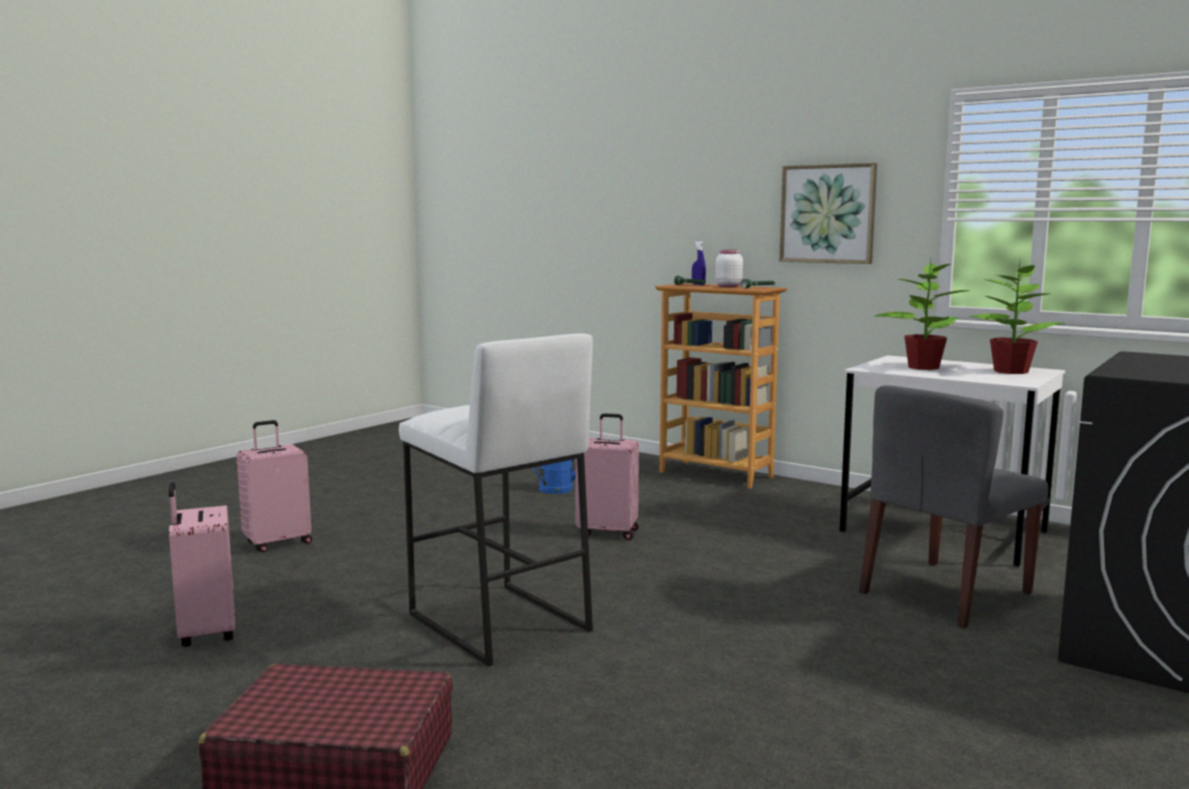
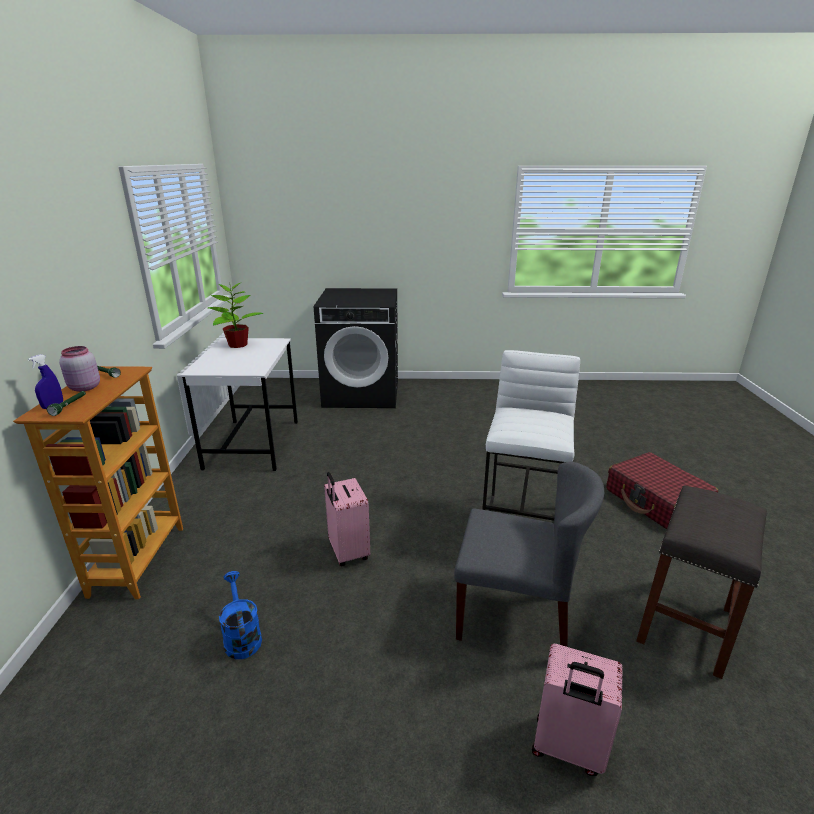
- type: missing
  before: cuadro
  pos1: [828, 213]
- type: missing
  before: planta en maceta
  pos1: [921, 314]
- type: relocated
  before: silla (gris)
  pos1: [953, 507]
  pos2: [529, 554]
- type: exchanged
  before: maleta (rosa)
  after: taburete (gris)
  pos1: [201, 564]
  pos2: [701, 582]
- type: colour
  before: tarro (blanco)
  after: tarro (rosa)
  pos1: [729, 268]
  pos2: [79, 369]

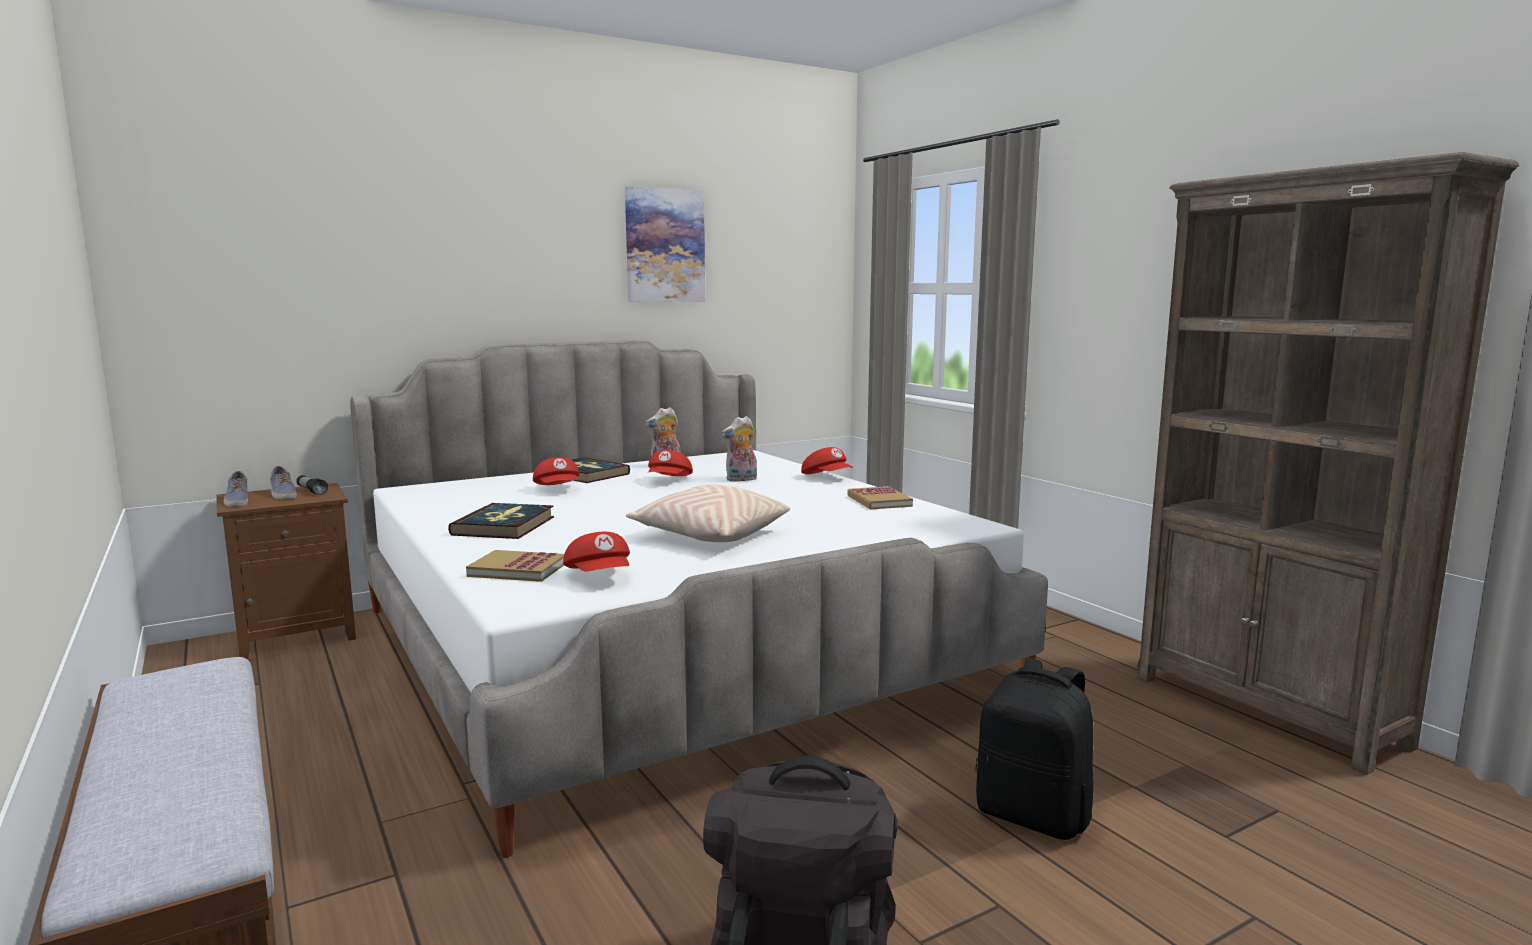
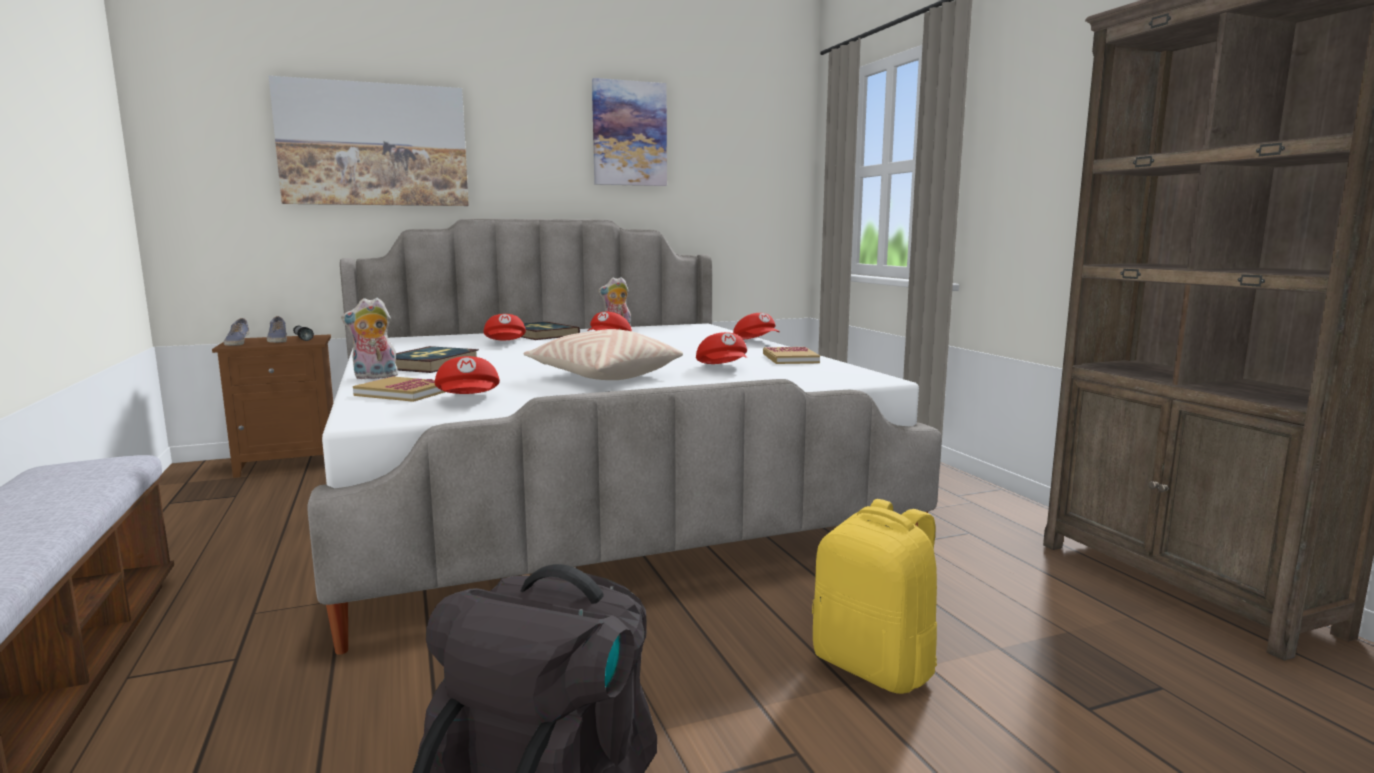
- type: appeared
  after: cuadro
  pos2: [369, 141]
- type: appeared
  after: gorra (rojo)
  pos2: [721, 348]
- type: relocated
  before: peluche
  pos1: [739, 449]
  pos2: [369, 338]
- type: colour
  before: mochila (negro)
  after: mochila (amarillo)
  pos1: [1035, 749]
  pos2: [874, 596]

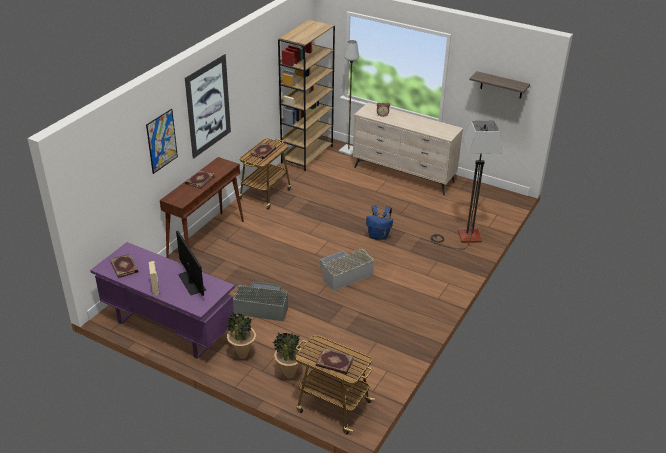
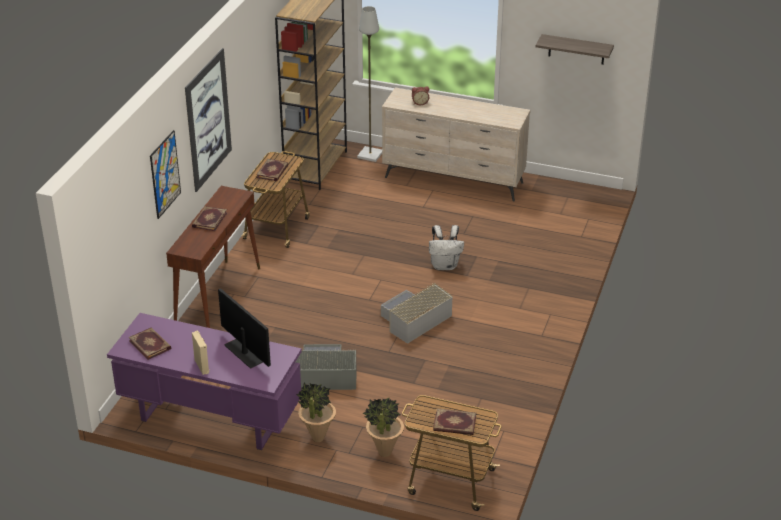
- type: missing
  before: lámpara de pie
  pos1: [466, 184]
- type: colour
  before: mochila (azul)
  after: mochila (blanco)
  pos1: [379, 222]
  pos2: [446, 247]

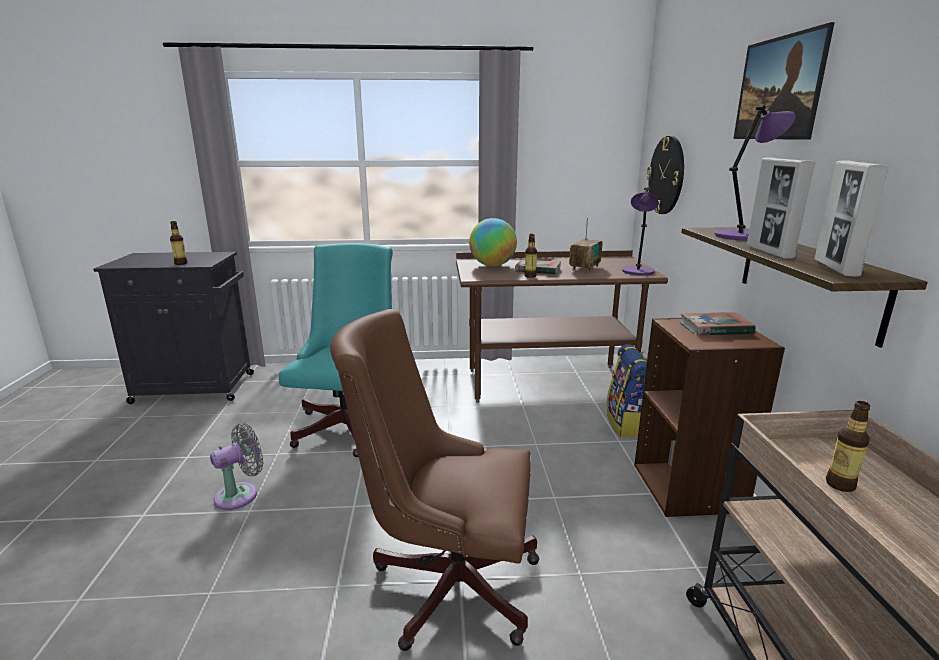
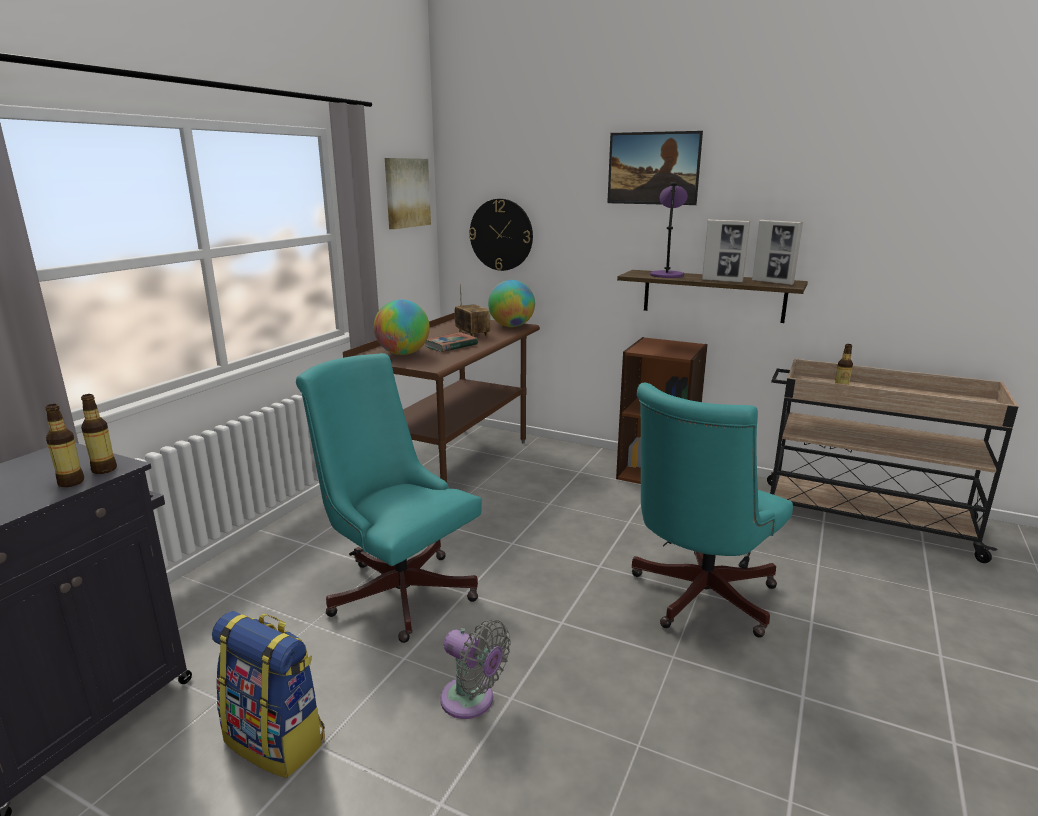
- type: missing
  before: libro
  pos1: [718, 323]
- type: appeared
  after: cuadro
  pos2: [408, 193]
- type: relocated
  before: botella
  pos1: [530, 256]
  pos2: [99, 434]
- type: relocated
  before: mochila
  pos1: [627, 390]
  pos2: [268, 694]
- type: exchanged
  before: lámpara de mesa (morado)
  after: globo terráqueo
  pos1: [640, 231]
  pos2: [511, 303]
- type: colour
  before: silla de oficina (marrón)
  after: silla de oficina (turquesa)
  pos1: [434, 480]
  pos2: [712, 510]
- type: spun
  before: ventilador (gris)
  pos1: [237, 466]
  pos2: [475, 669]
  turn: 135

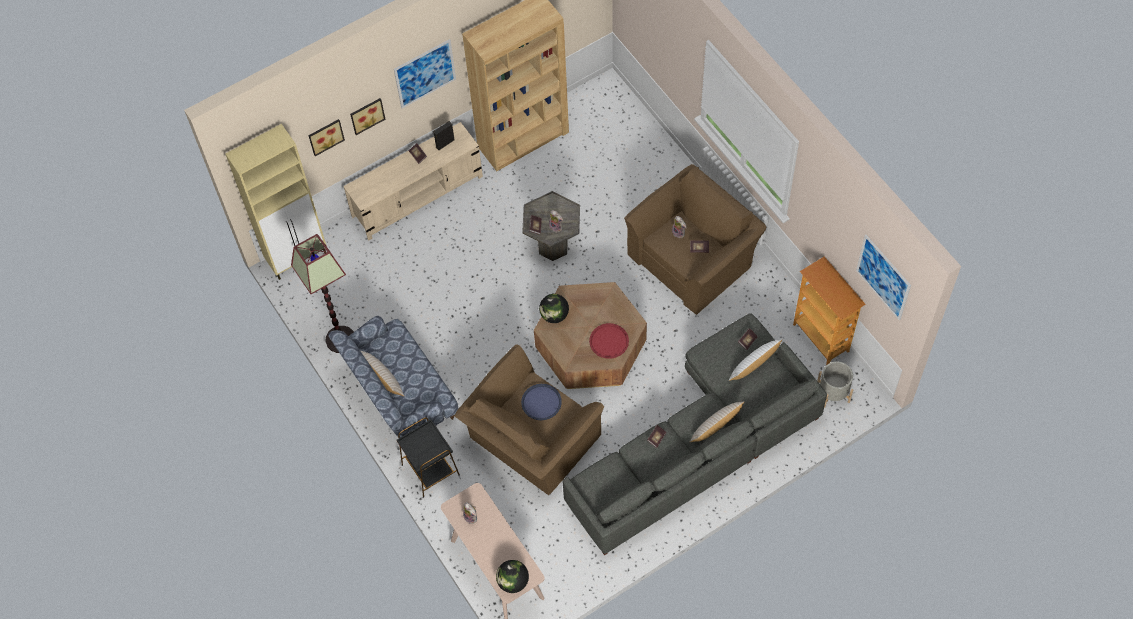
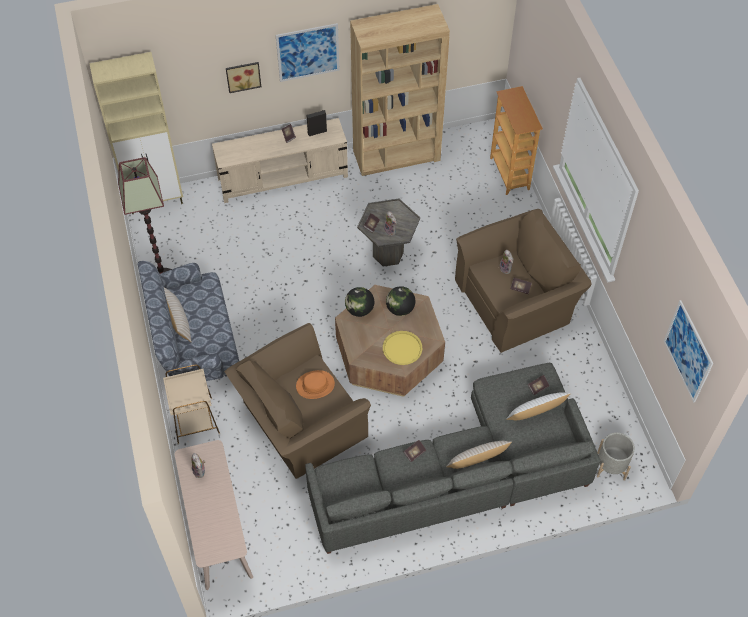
- type: missing
  before: cuadro
  pos1: [326, 137]
- type: relocated
  before: globo terráqueo
  pos1: [512, 576]
  pos2: [400, 301]
- type: relocated
  before: estantería
  pos1: [829, 311]
  pos2: [516, 140]
- type: exchanged
  before: bandeja (azul)
  after: sombrero (naranja)
  pos1: [541, 402]
  pos2: [315, 384]
- type: colour
  before: mesa auxiliar (negro)
  after: mesa auxiliar (beis)
  pos1: [428, 457]
  pos2: [191, 404]
- type: colour
  before: bandeja (rojo)
  after: bandeja (amarillo)
  pos1: [609, 341]
  pos2: [402, 348]

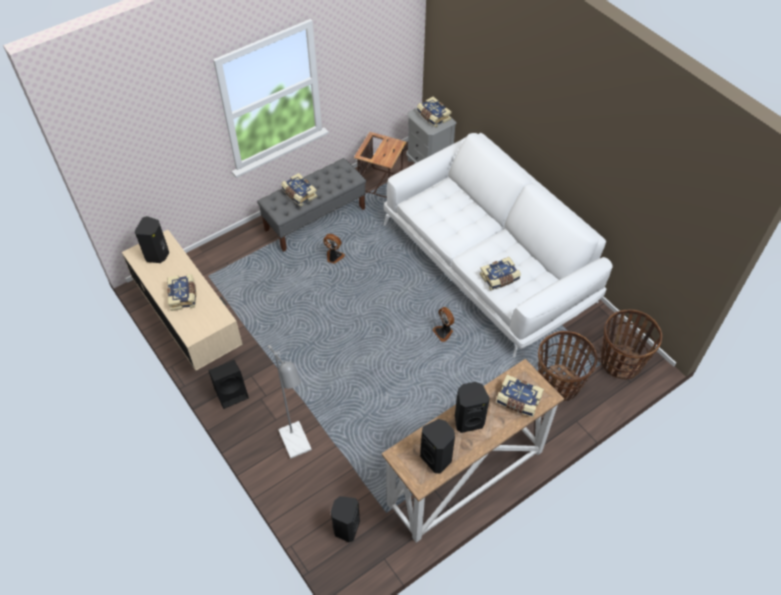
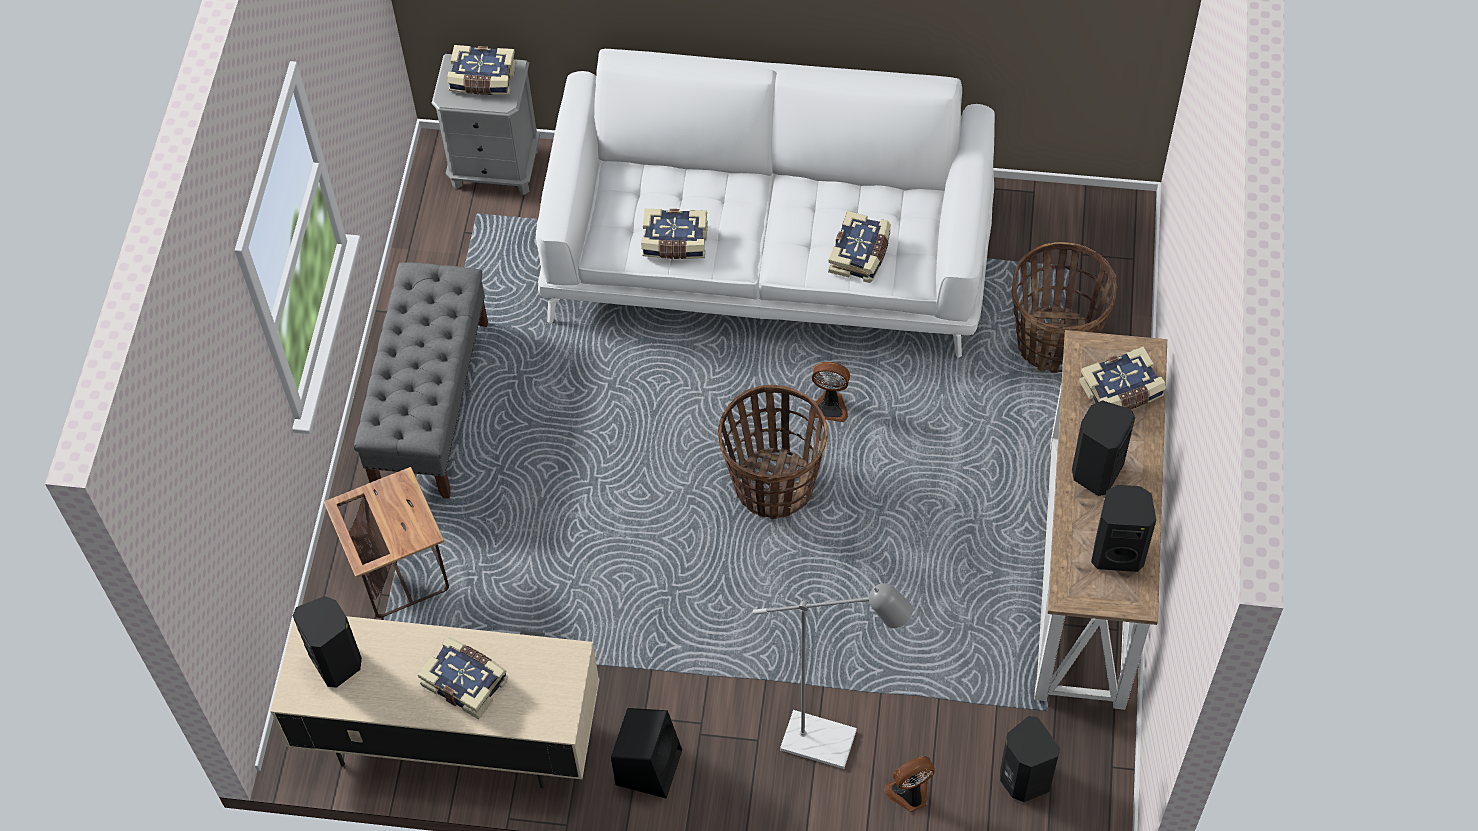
- type: relocated
  before: libro
  pos1: [299, 189]
  pos2: [674, 234]
- type: relocated
  before: ventilador
  pos1: [334, 249]
  pos2: [910, 784]
- type: relocated
  before: mesa auxiliar
  pos1: [380, 165]
  pos2: [386, 542]
- type: relocated
  before: cesta
  pos1: [631, 344]
  pos2: [773, 452]

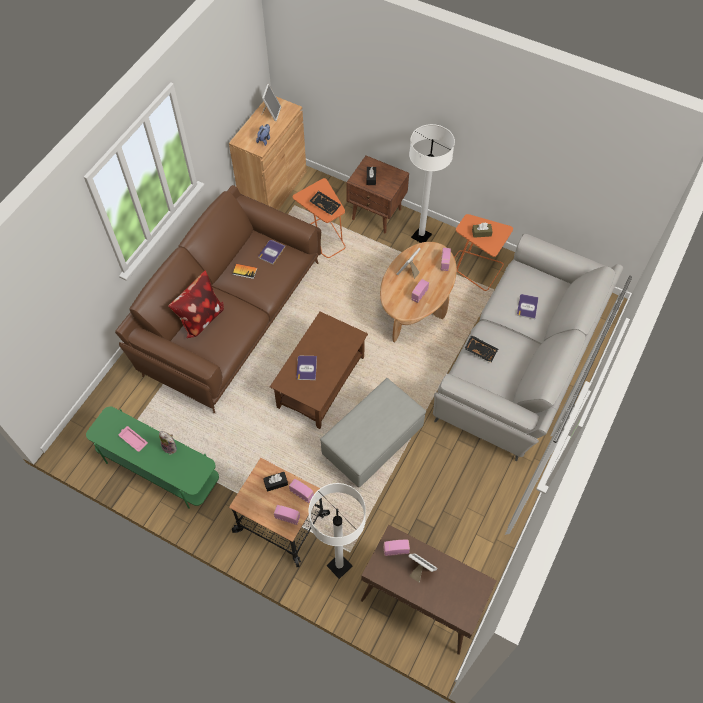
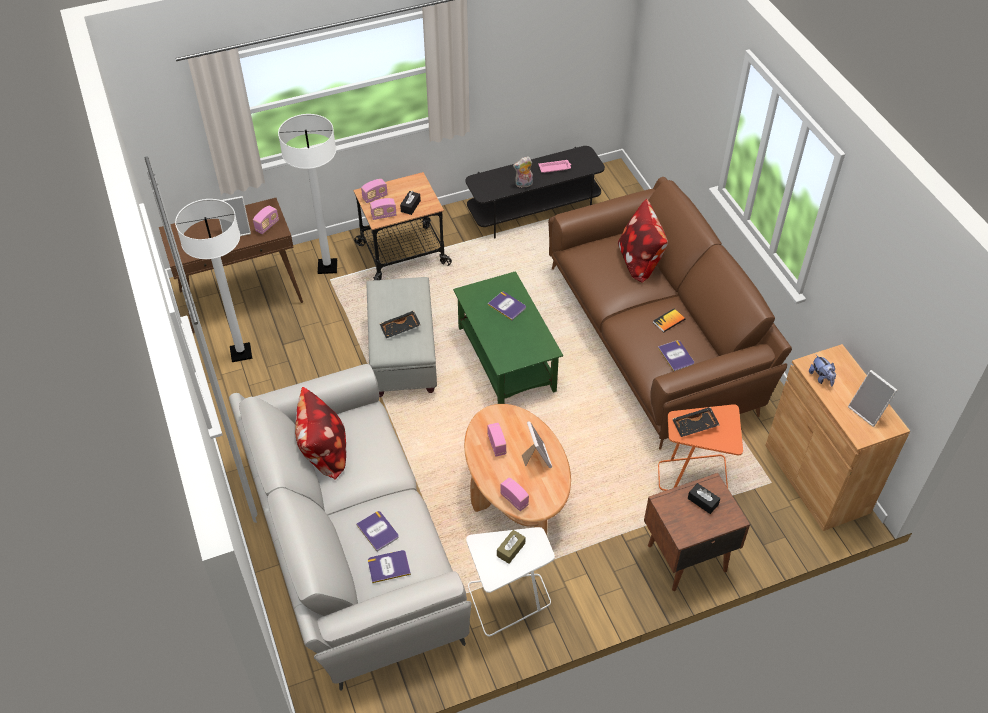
- type: appeared
  after: cojín
  pos2: [320, 433]
- type: appeared
  after: libro
  pos2: [389, 566]
- type: relocated
  before: lámpara de pie (blanco)
  pos1: [432, 183]
  pos2: [213, 280]
- type: relocated
  before: bandeja (negro)
  pos1: [481, 349]
  pos2: [400, 324]
- type: colour
  before: mueble de televisión (verde)
  after: mueble de televisión (negro)
  pos1: [152, 458]
  pos2: [535, 192]
- type: colour
  before: mesa de centro (marrón)
  after: mesa de centro (verde)
  pos1: [319, 370]
  pos2: [508, 337]
- type: colour
  before: mesa auxiliar (naranja)
  after: mesa auxiliar (blanco)
  pos1: [483, 252]
  pos2: [510, 581]

